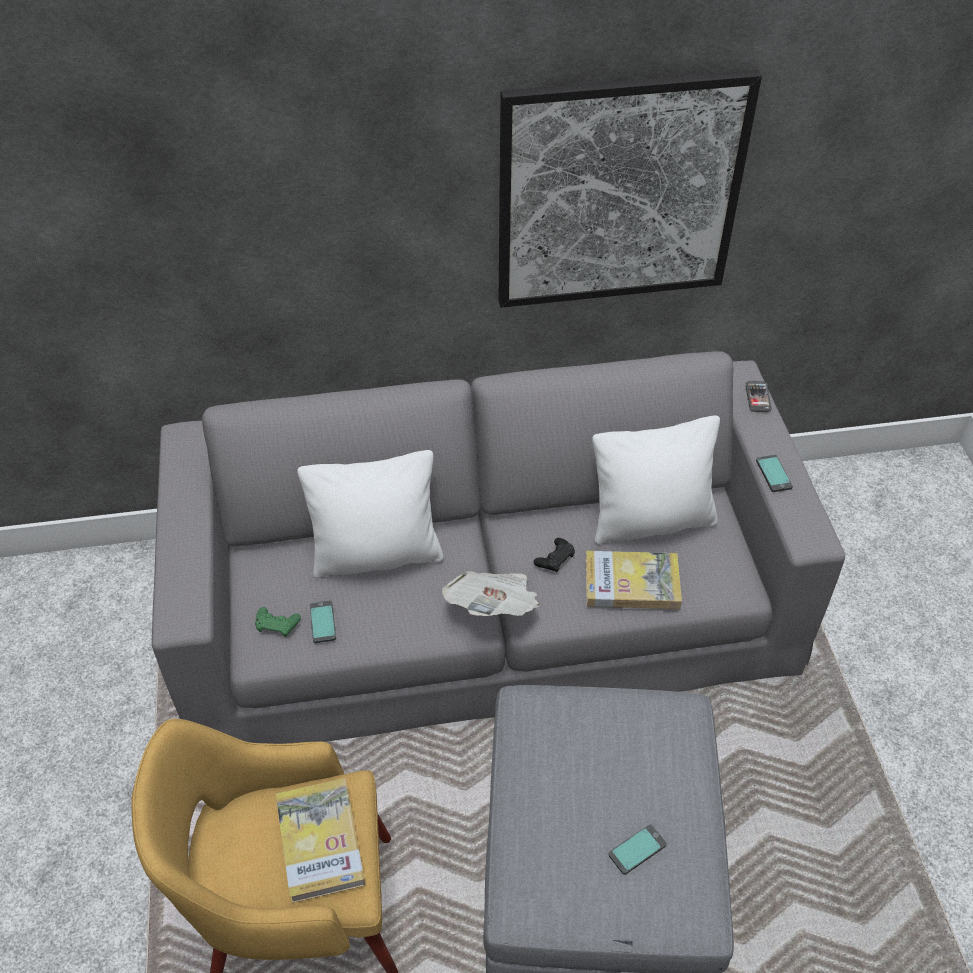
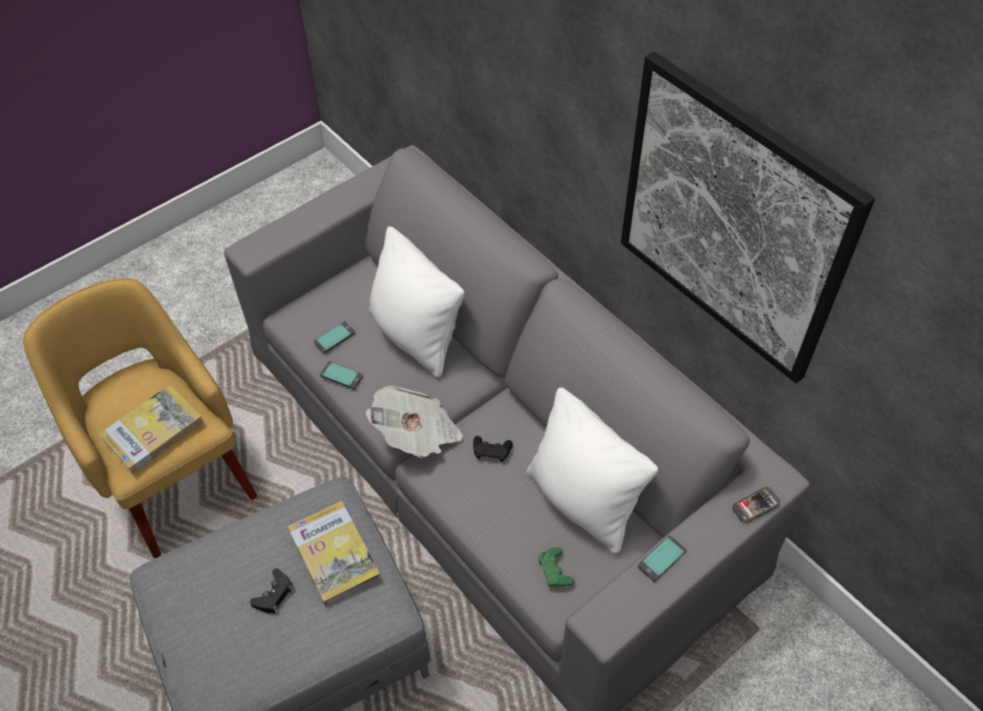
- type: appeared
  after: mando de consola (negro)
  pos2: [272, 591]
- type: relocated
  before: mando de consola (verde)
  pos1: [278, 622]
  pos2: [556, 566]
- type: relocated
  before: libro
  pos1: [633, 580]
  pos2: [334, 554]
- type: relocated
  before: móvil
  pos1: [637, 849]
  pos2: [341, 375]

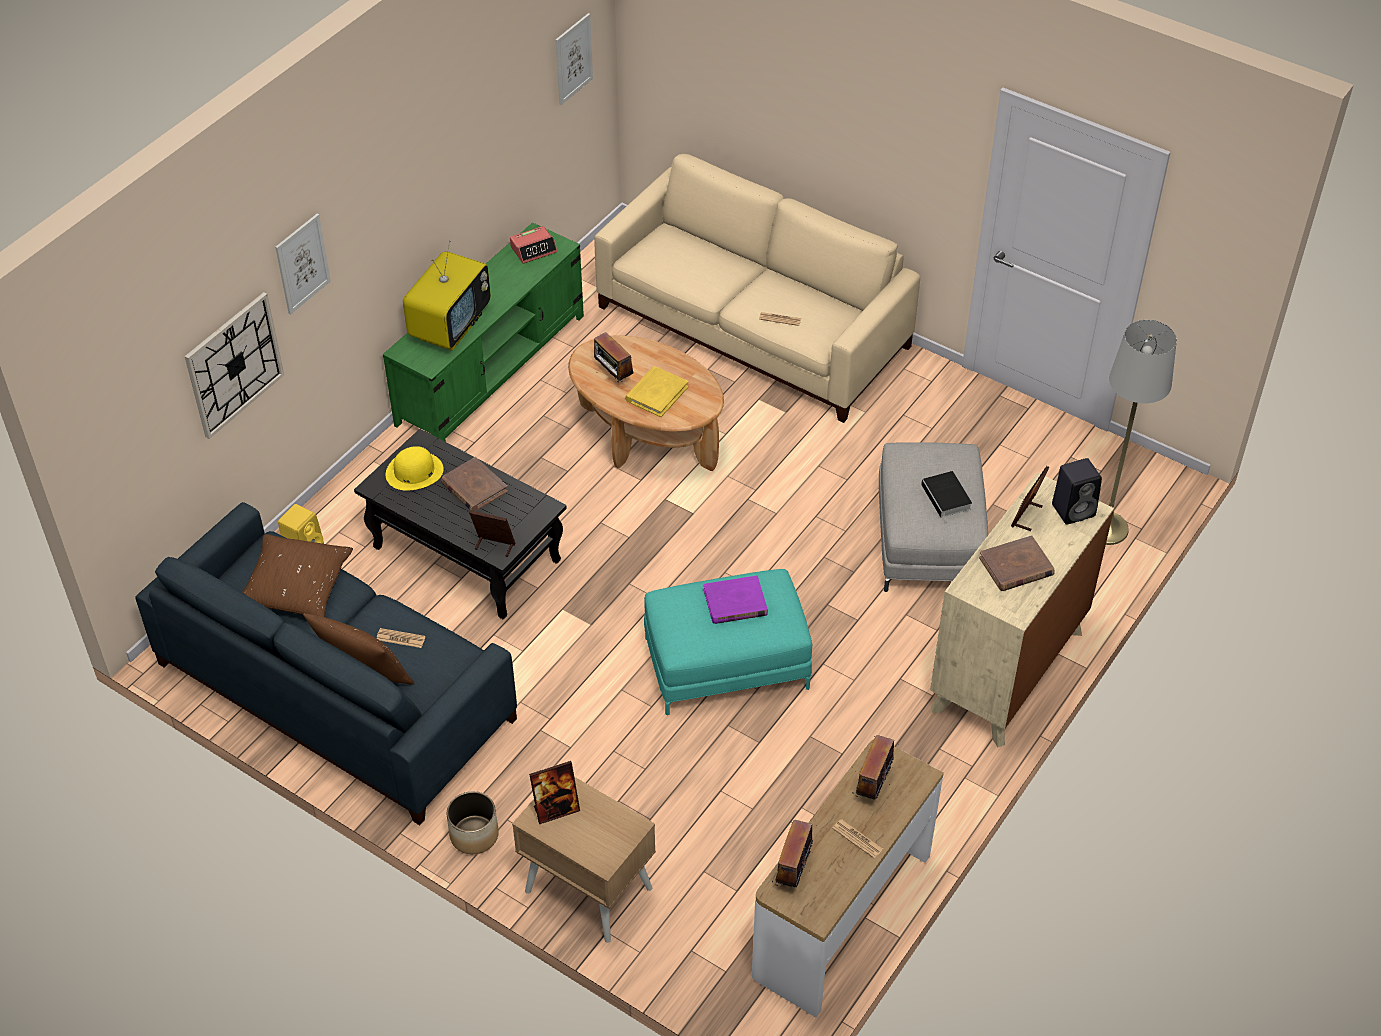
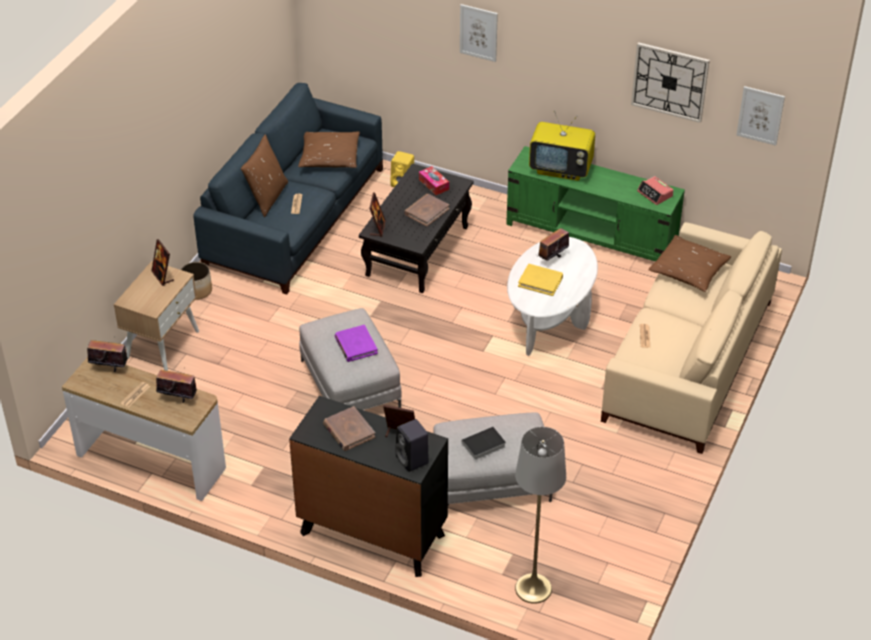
- type: appeared
  after: cojín (marrón)
  pos2: [689, 263]
- type: relocated
  before: reloj de pared
  pos1: [234, 365]
  pos2: [670, 82]
- type: exchanged
  before: sombrero (amarillo)
  after: caja de pañuelos
  pos1: [415, 468]
  pos2: [434, 180]
- type: colour
  before: mesa de centro (marrón)
  after: mesa de centro (blanco)
  pos1: [646, 403]
  pos2: [552, 296]
- type: colour
  before: puf (turquesa)
  after: puf (gris)
  pos1: [728, 642]
  pos2: [350, 359]
- type: colour
  before: cómoda (beis)
  after: cómoda (negro)
  pos1: [1022, 609]
  pos2: [368, 486]

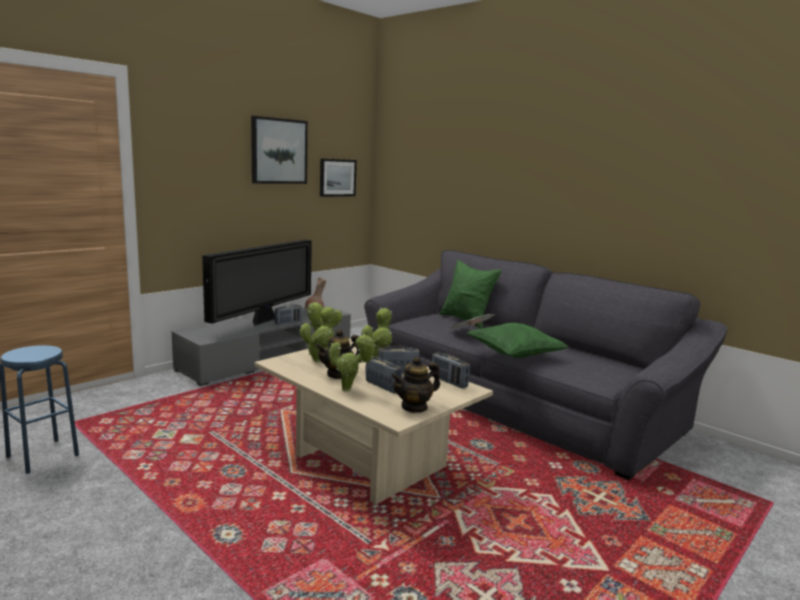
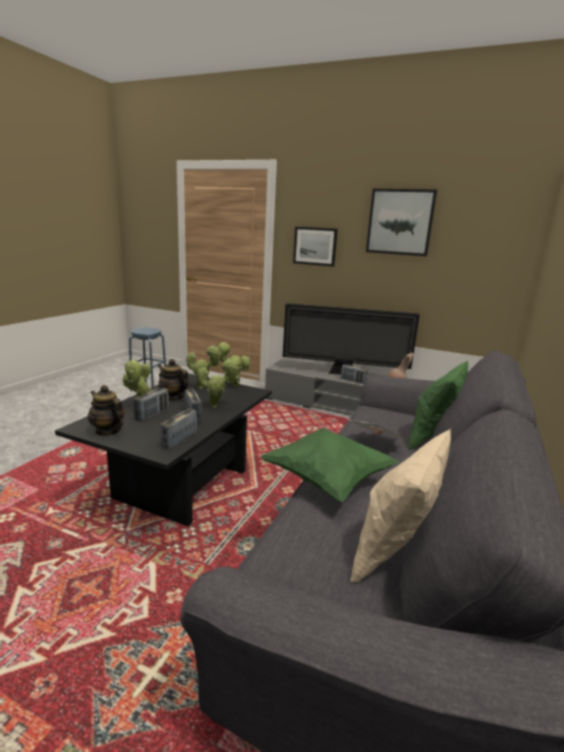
- type: appeared
  after: cojín (beis)
  pos2: [400, 505]
- type: relocated
  before: cuadro
  pos1: [338, 177]
  pos2: [315, 247]
- type: colour
  before: mesa de centro (beis)
  after: mesa de centro (negro)
  pos1: [373, 422]
  pos2: [163, 449]

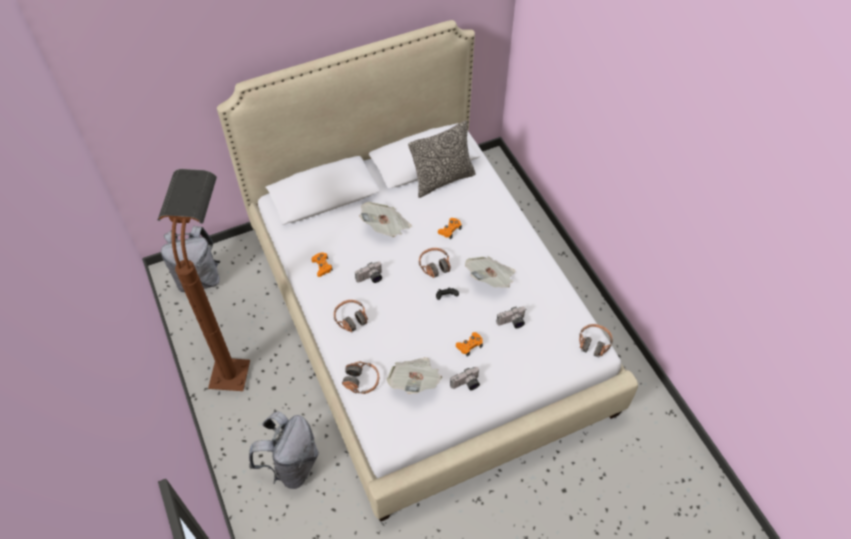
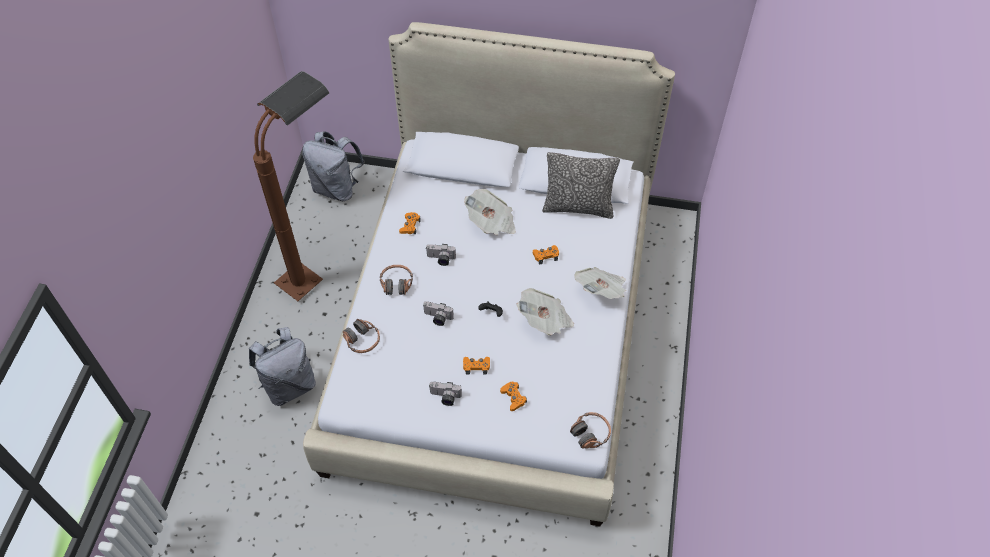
- type: missing
  before: auriculares
  pos1: [435, 263]
- type: appeared
  after: mando de consola (naranja)
  pos2: [513, 396]
- type: relocated
  before: periódico
  pos1: [414, 375]
  pos2: [600, 283]
- type: relocated
  before: cámara
  pos1: [511, 317]
  pos2: [438, 313]

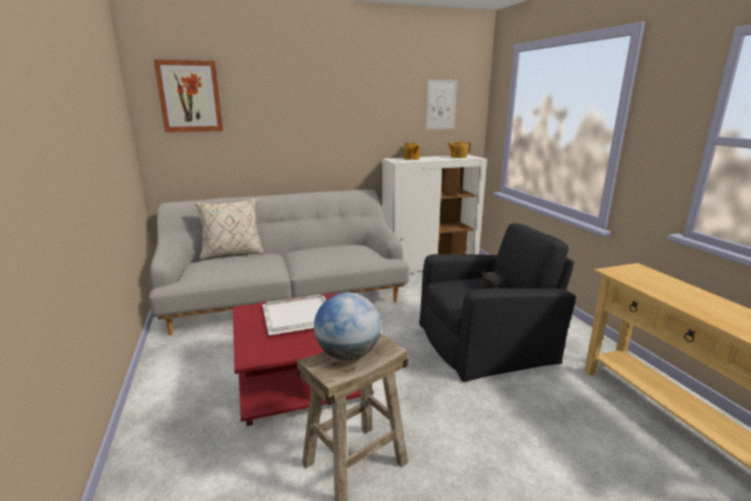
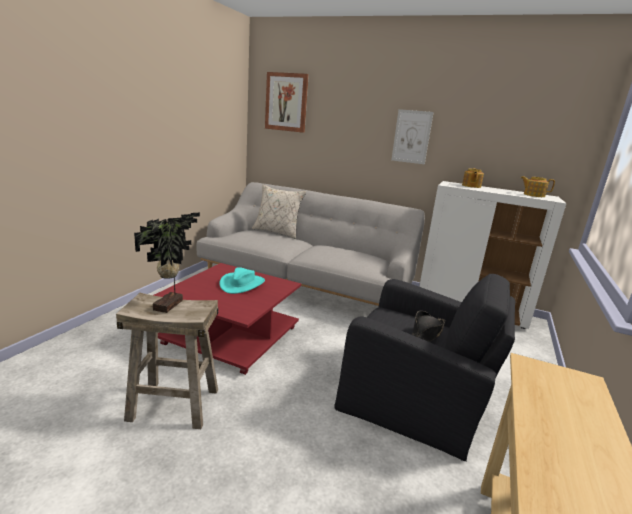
- type: relocated
  before: cuadro
  pos1: [441, 105]
  pos2: [412, 136]
- type: exchanged
  before: bandeja (blanco)
  after: sombrero (turquesa)
  pos1: [294, 314]
  pos2: [242, 280]
- type: exchanged
  before: globo terráqueo
  after: planta en maceta
  pos1: [347, 326]
  pos2: [167, 262]

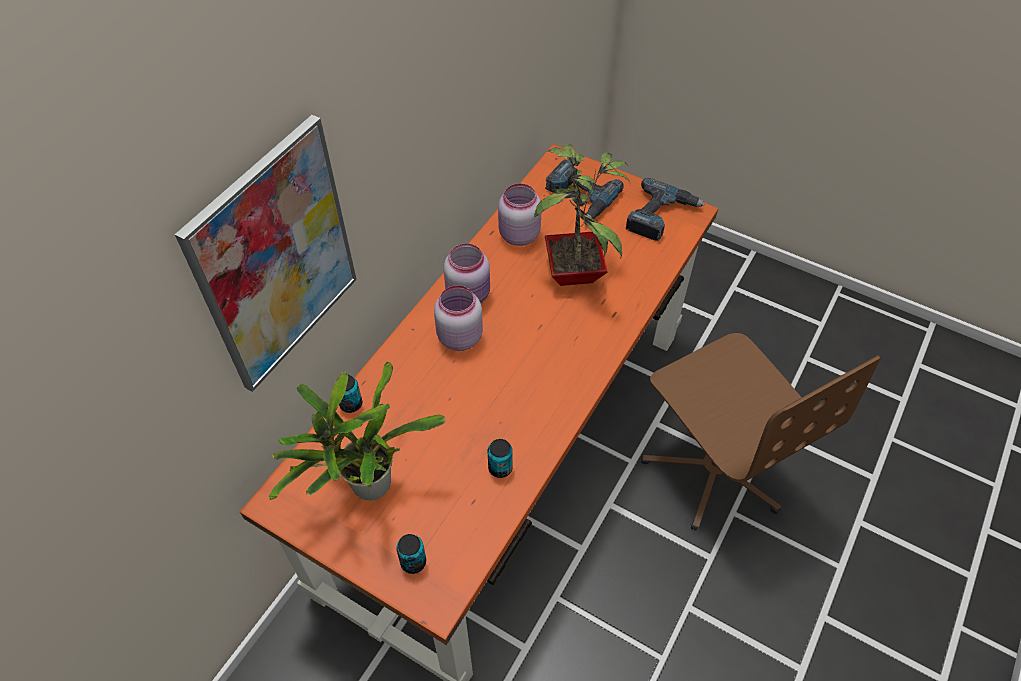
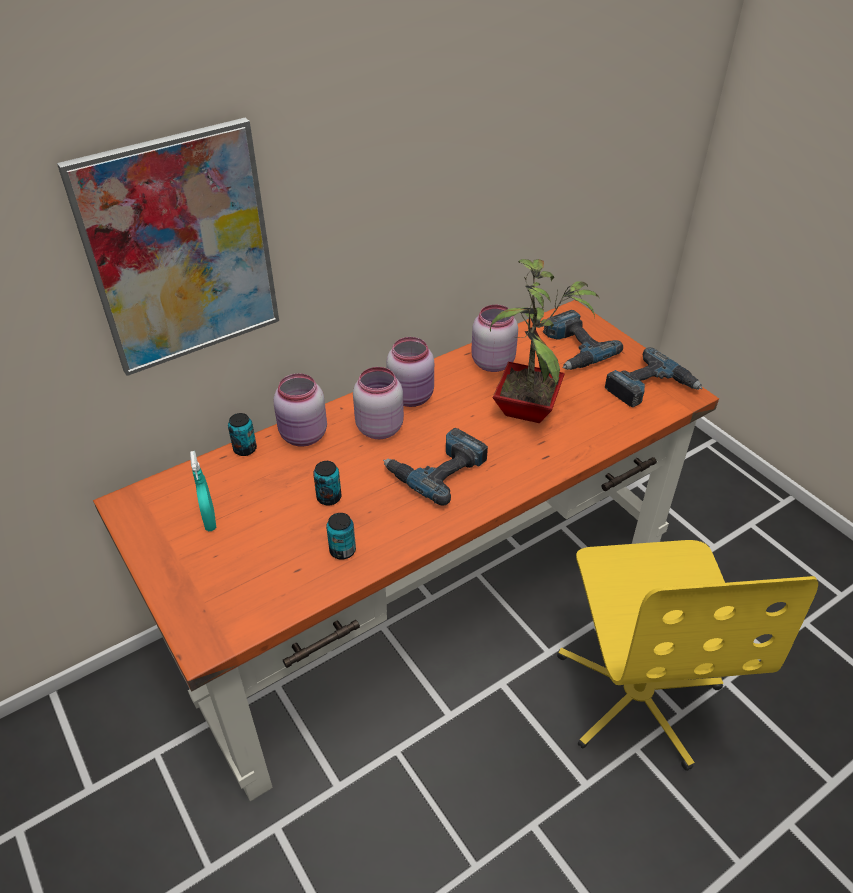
- type: appeared
  after: tarro (rosa)
  pos2: [300, 410]
- type: appeared
  after: taladro
  pos2: [435, 467]
- type: relocated
  before: lata
  pos1: [411, 554]
  pos2: [327, 483]
- type: exchanged
  before: planta en maceta
  after: pulverizador (turquesa)
  pos1: [357, 431]
  pos2: [203, 491]
- type: colour
  before: silla de oficina (marrón)
  after: silla de oficina (amarillo)
  pos1: [761, 432]
  pos2: [687, 655]

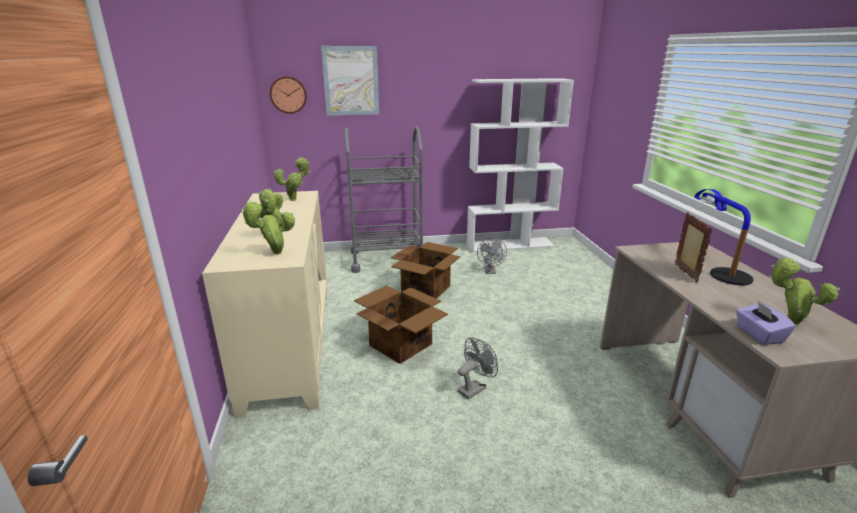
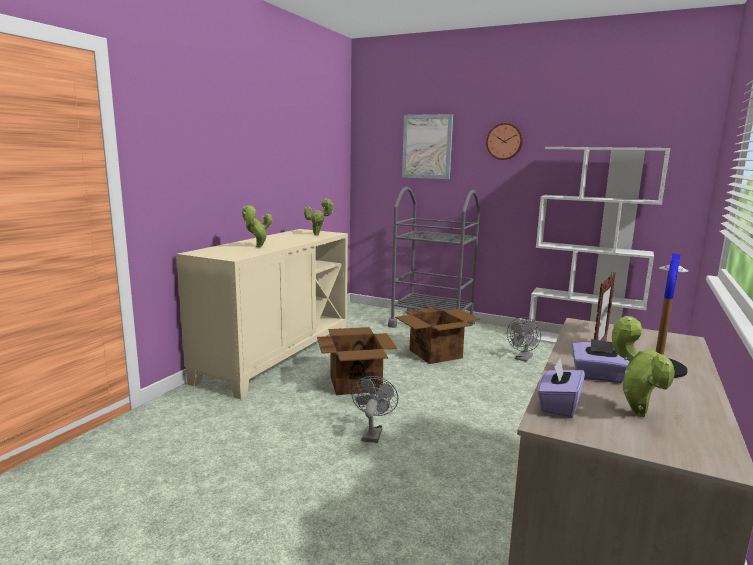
- type: missing
  before: planta en maceta
  pos1: [268, 227]
- type: appeared
  after: caja de pañuelos (morado)
  pos2: [600, 361]
- type: relocated
  before: reloj de pared
  pos1: [288, 95]
  pos2: [504, 141]
- type: spun
  before: ventilador (gris)
  pos1: [478, 368]
  pos2: [375, 409]
  turn: -75

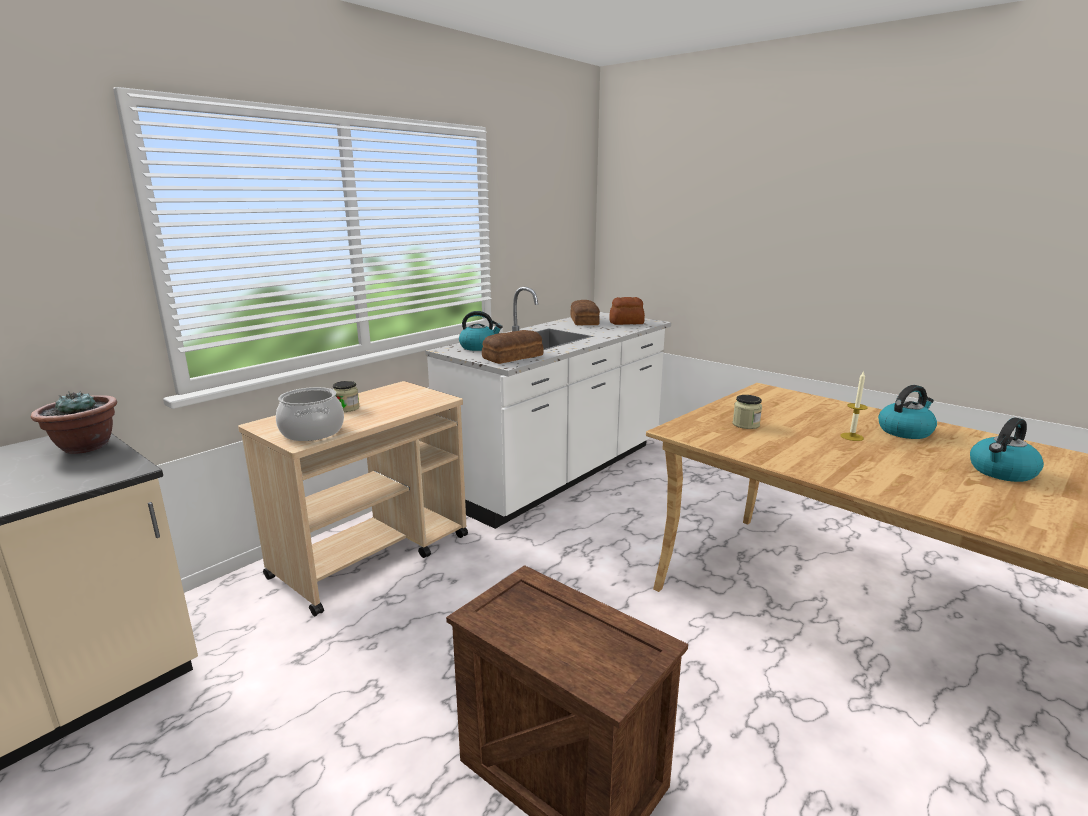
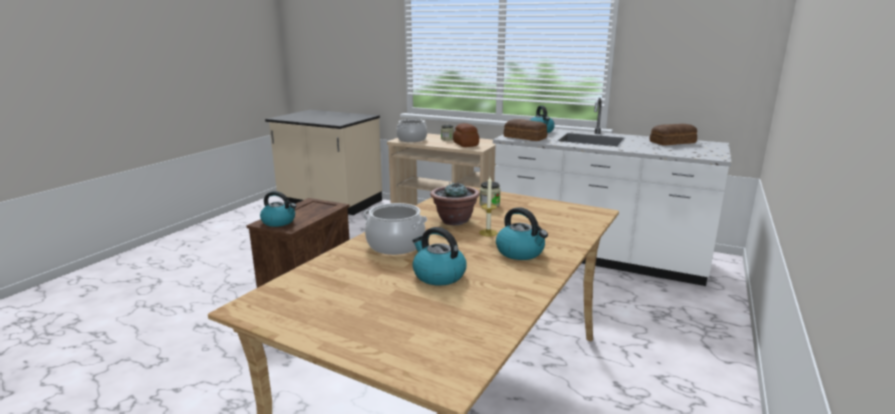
- type: appeared
  after: hervidor
  pos2: [278, 209]
- type: appeared
  after: olla
  pos2: [395, 229]
- type: relocated
  before: planta en maceta
  pos1: [73, 422]
  pos2: [455, 203]
- type: relocated
  before: pan
  pos1: [627, 311]
  pos2: [466, 135]

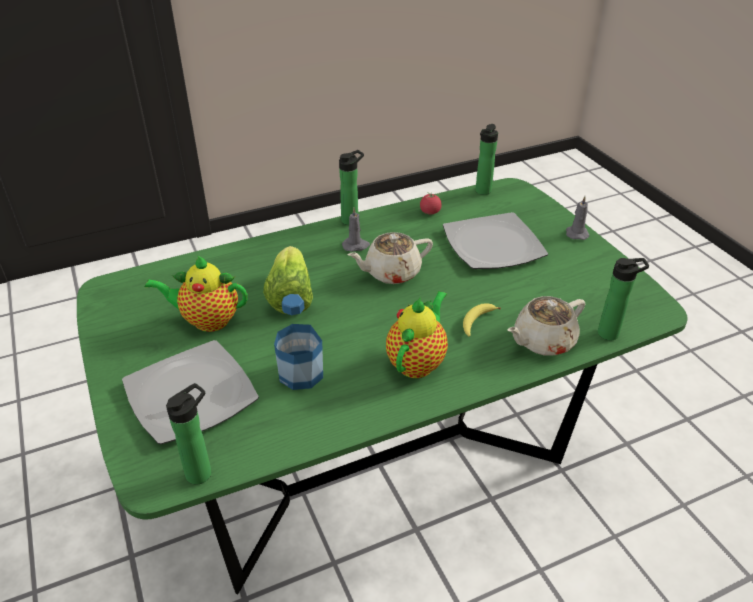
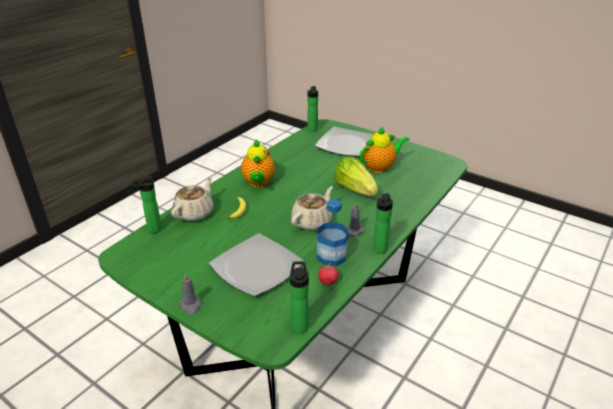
- type: relocated
  before: botella
  pos1: [298, 342]
  pos2: [333, 233]

